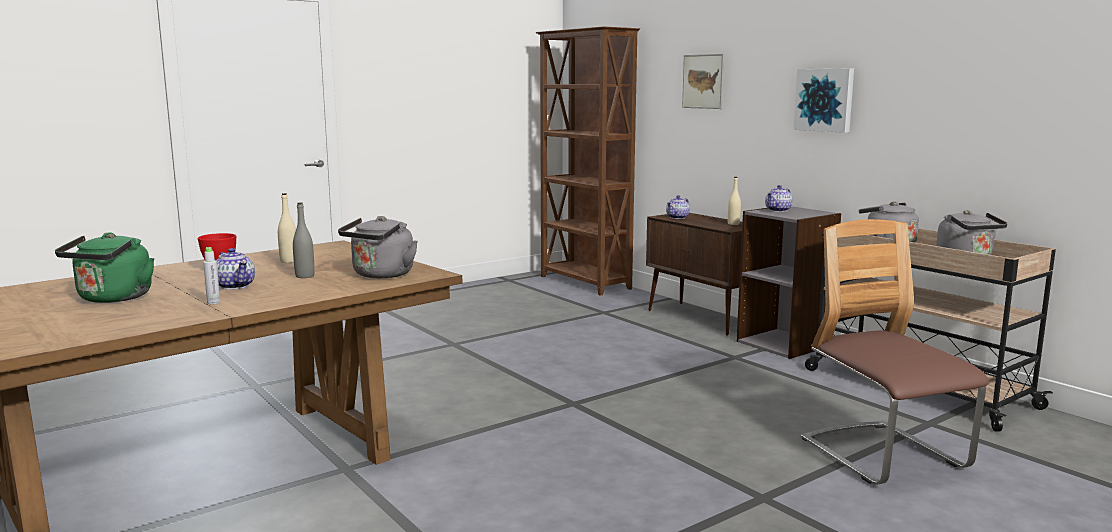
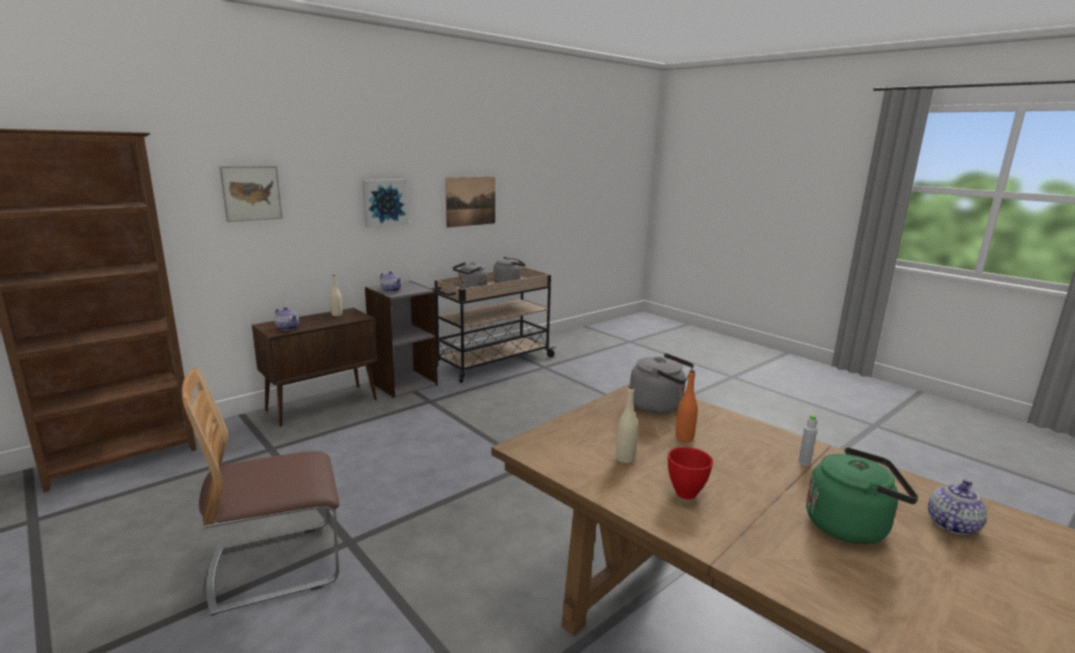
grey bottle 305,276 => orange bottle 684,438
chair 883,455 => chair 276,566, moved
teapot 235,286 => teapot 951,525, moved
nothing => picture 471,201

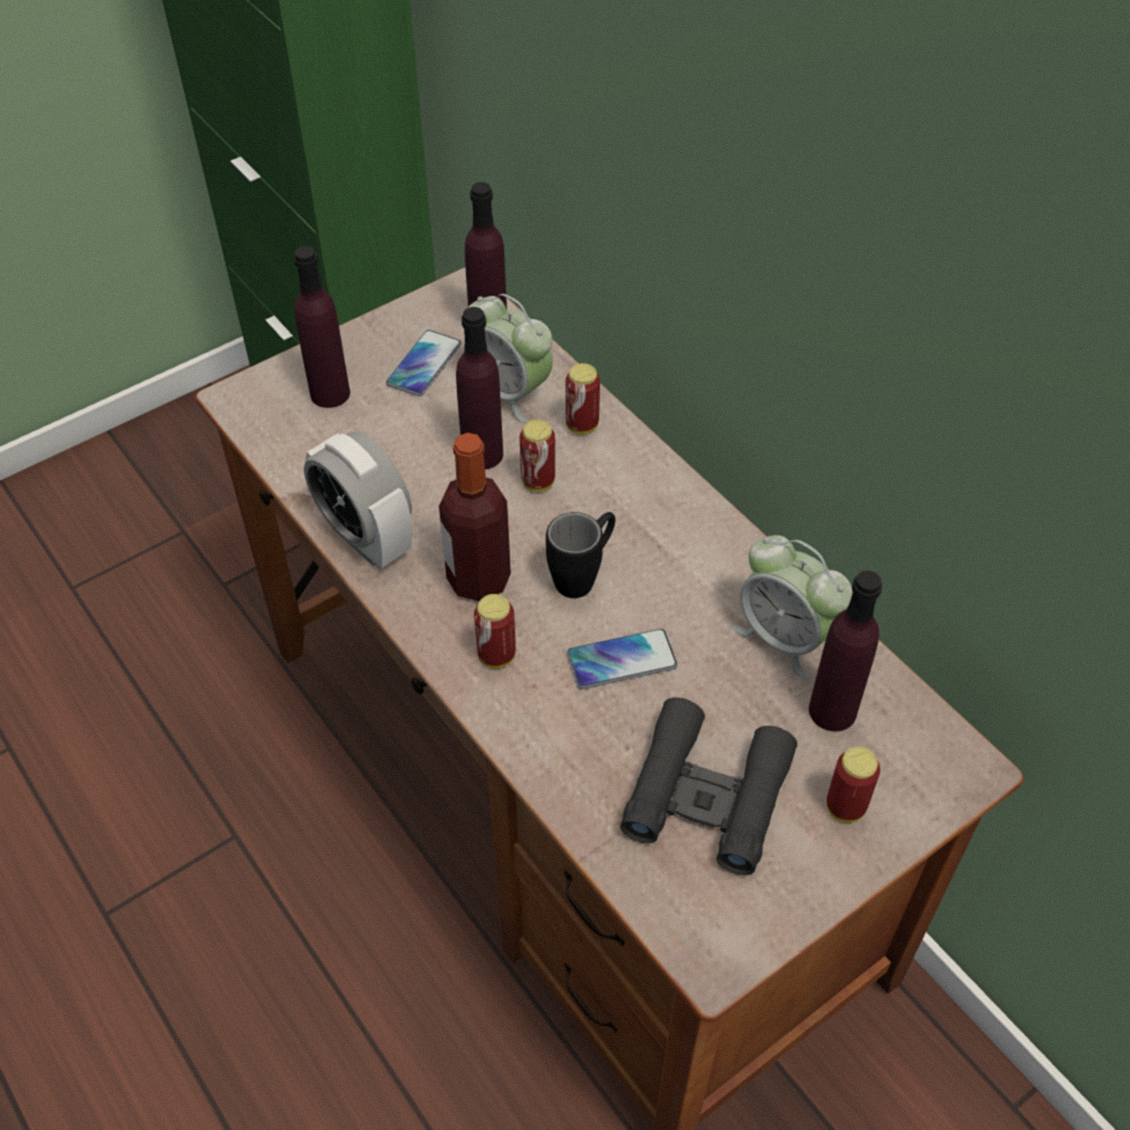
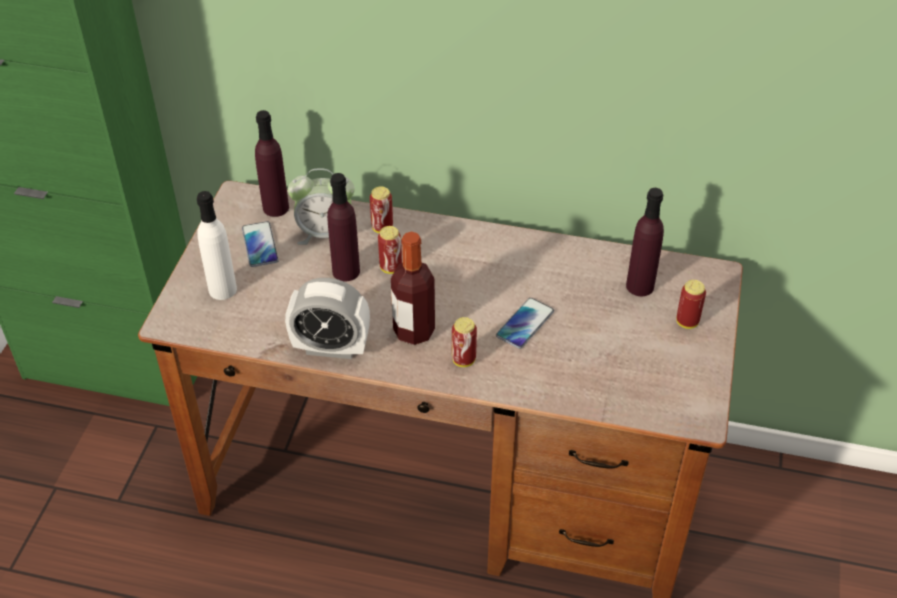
purple bottle 330,393 => white bottle 222,289
black mug 583,575 => nothing
alarm clock 785,638 => nothing
black binoculars 707,795 => nothing

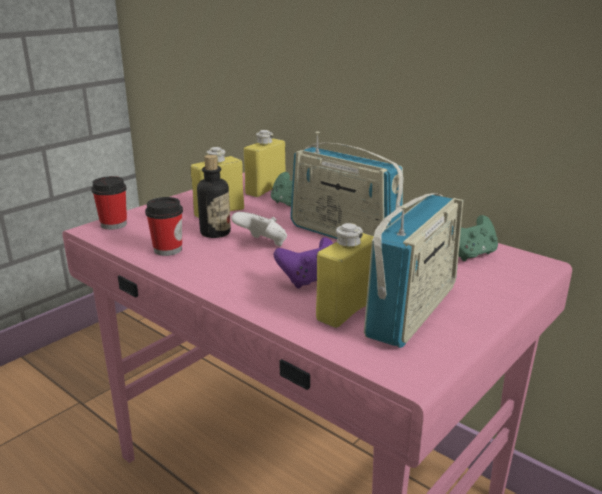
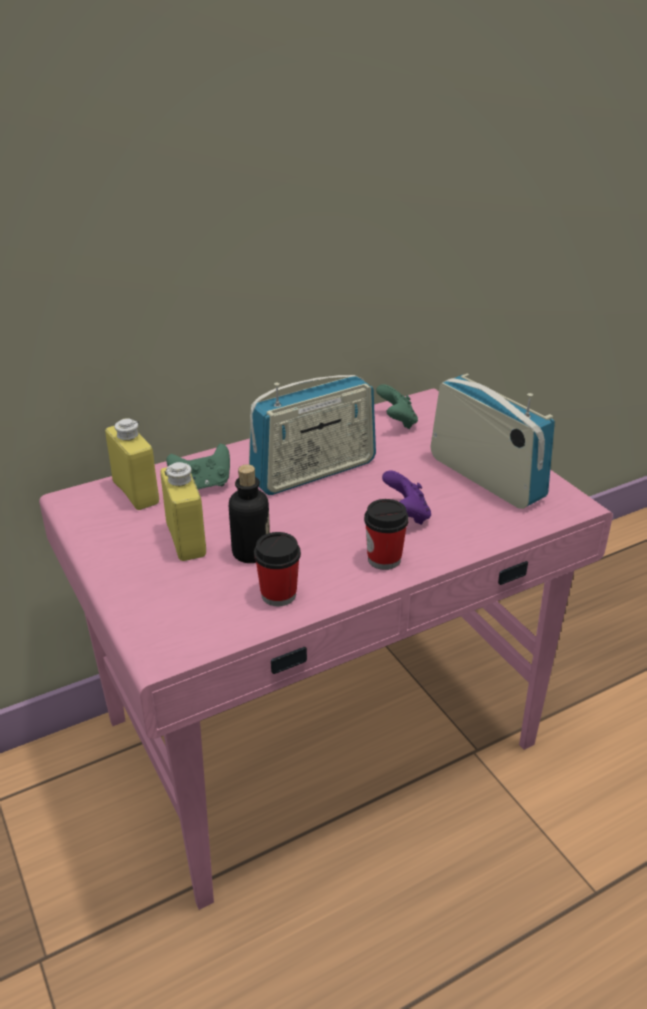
cup 114,224 => cup 384,559, moved
white game controller 262,244 => nothing
yellow bottle 346,310 => nothing

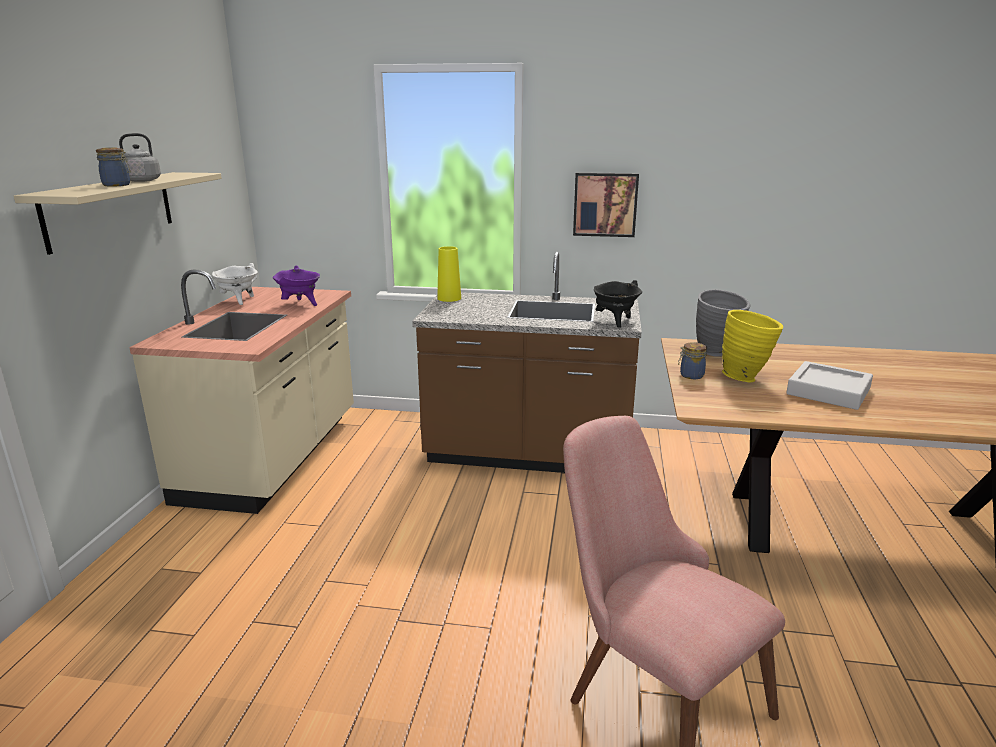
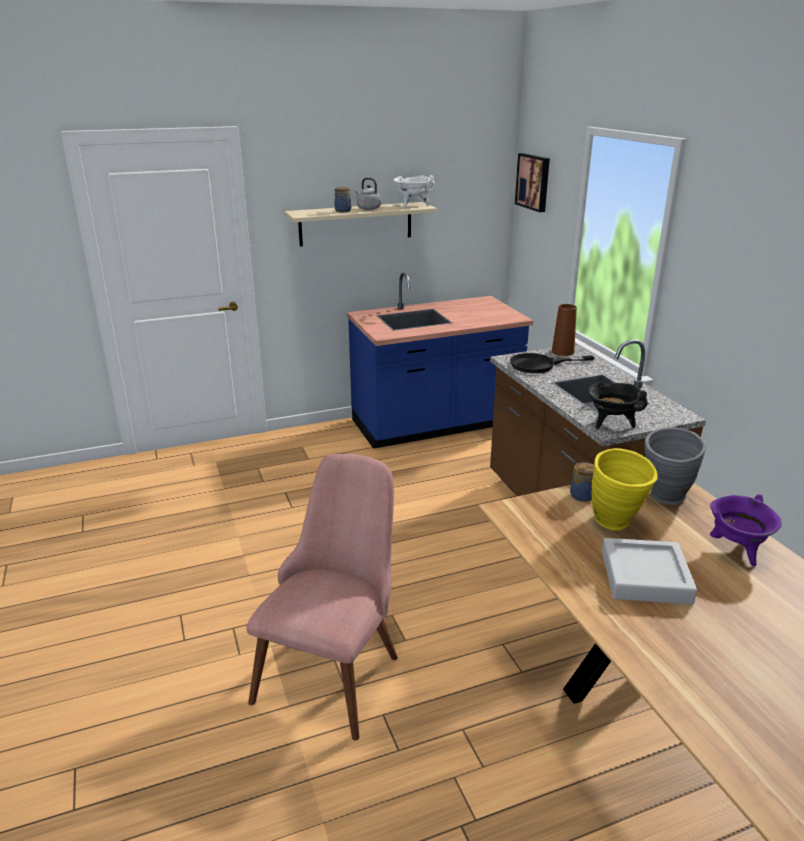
picture 605,204 => picture 534,182, moved
yellow vase 449,298 => brown vase 562,351
white cooking pot 238,301 => white cooking pot 412,205, moved
purple cooking pot 300,304 => purple cooking pot 737,550, moved
beige counter 274,456 => blue counter 436,424
nothing => black frying pan 540,365

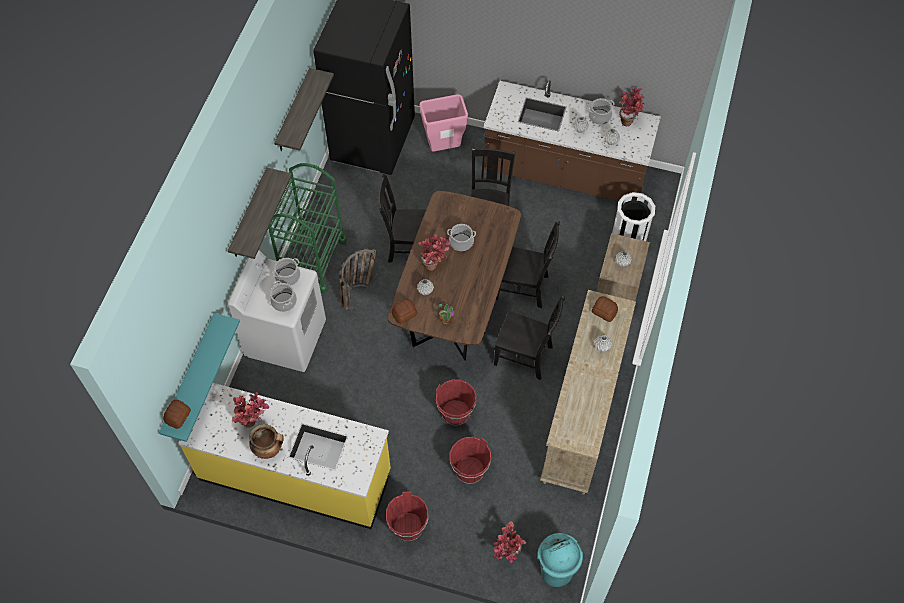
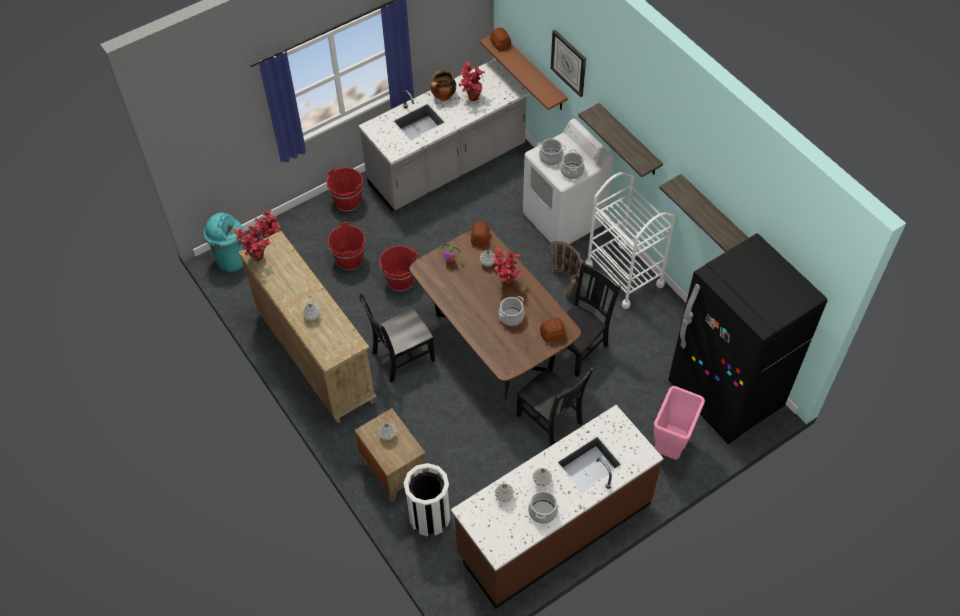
potted plant 628,120 => potted plant 258,260, moved
green cart 312,260 => white cart 624,275
black chair 523,288 => nothing
bread 604,312 => bread 552,334, moved
turquoise shelf 189,377 => brown shelf 532,72
yellow counter 296,474 => grey counter 447,166
nothing => wall clock 569,63

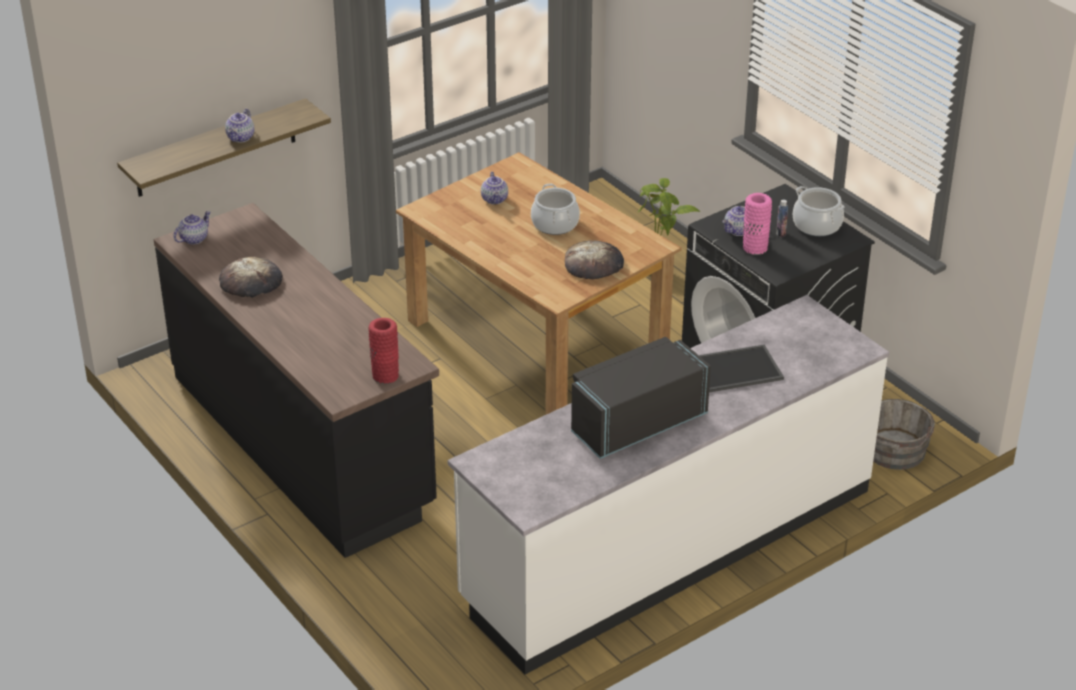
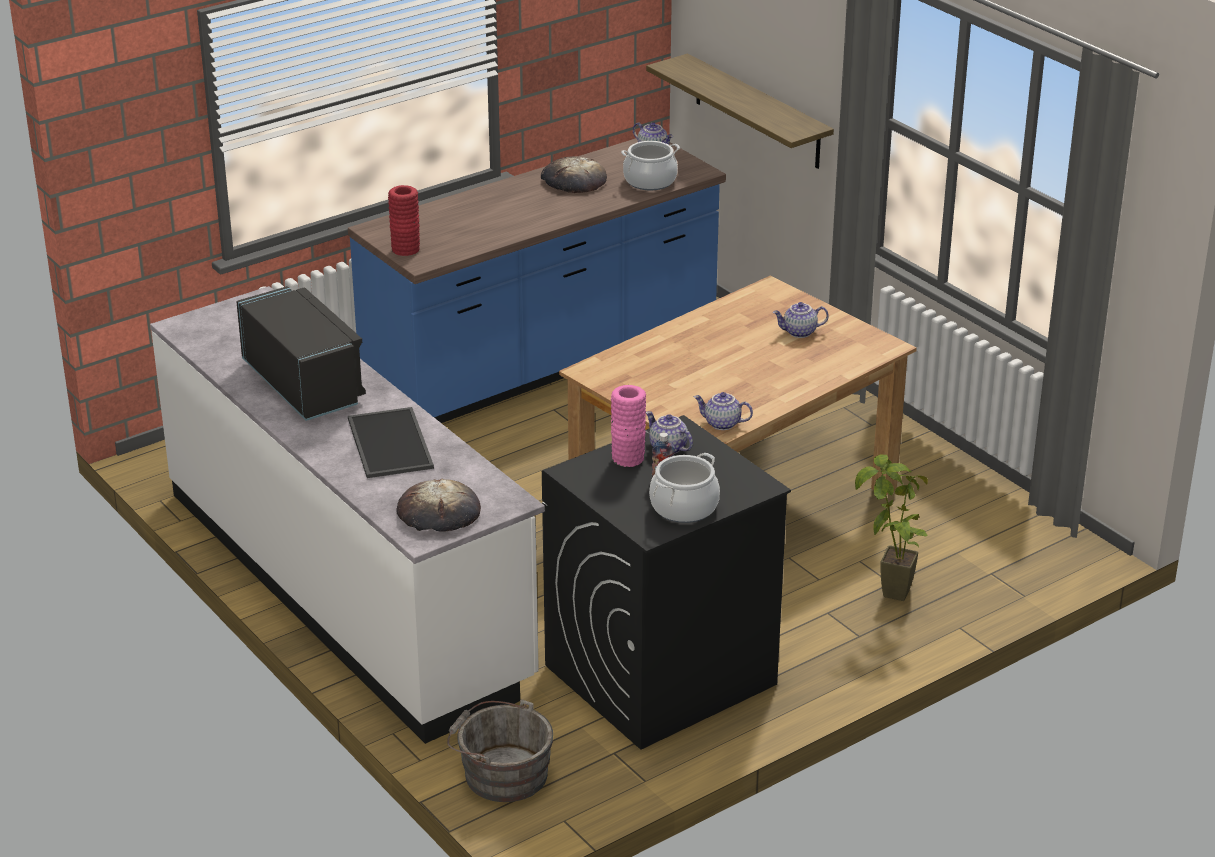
teapot 241,138 => teapot 721,424, moved
cooking pot 554,224 => cooking pot 650,181, moved
black counter 303,441 => blue counter 543,364
bread 594,264 => bread 438,513, moved

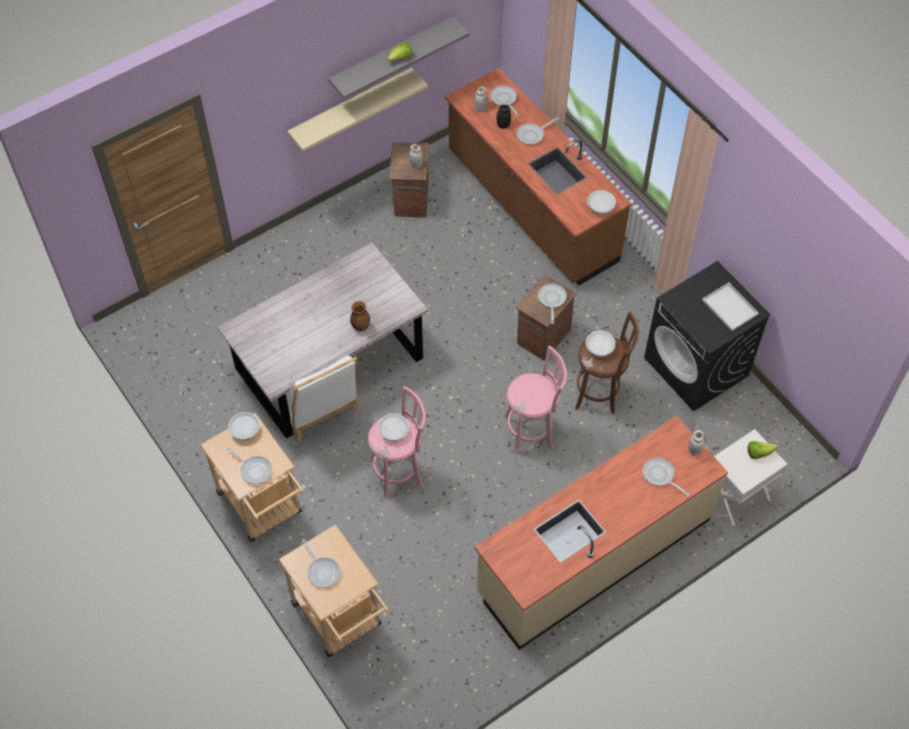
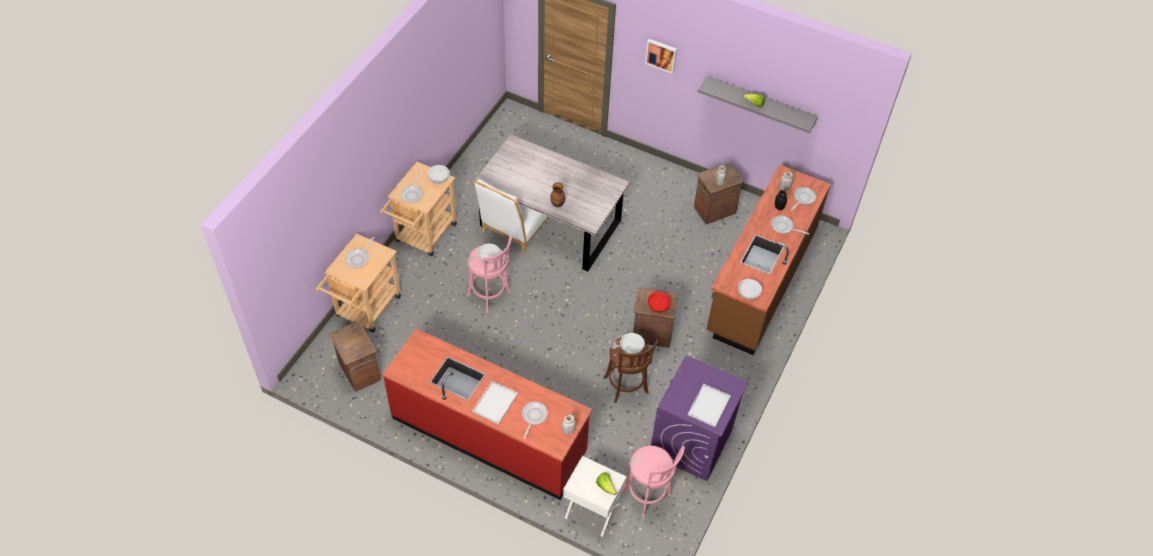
beige shelf 351,107 => nothing
black washing machine 697,367 => purple washing machine 691,442
frying pan 551,300 => red bowl 658,305
pink stool 531,431 => pink stool 648,496, moved
beige counter 593,555 => red counter 489,435
nothing => picture 661,55
nothing => crate 359,372
nothing => white tray 495,403

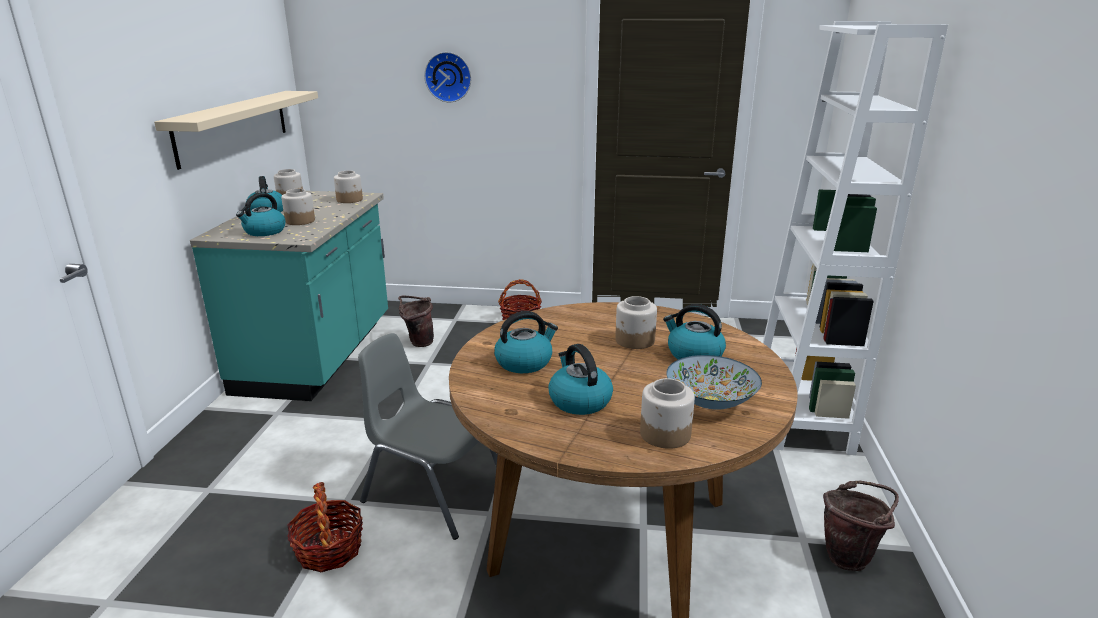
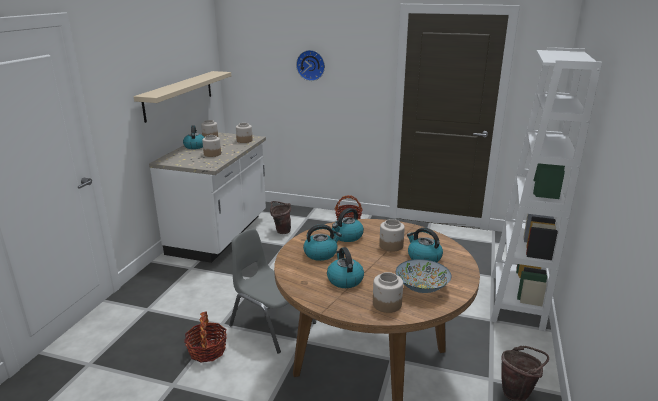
turquoise counter 318,356 => white counter 220,235
kettle 264,232 => kettle 347,236, moved

